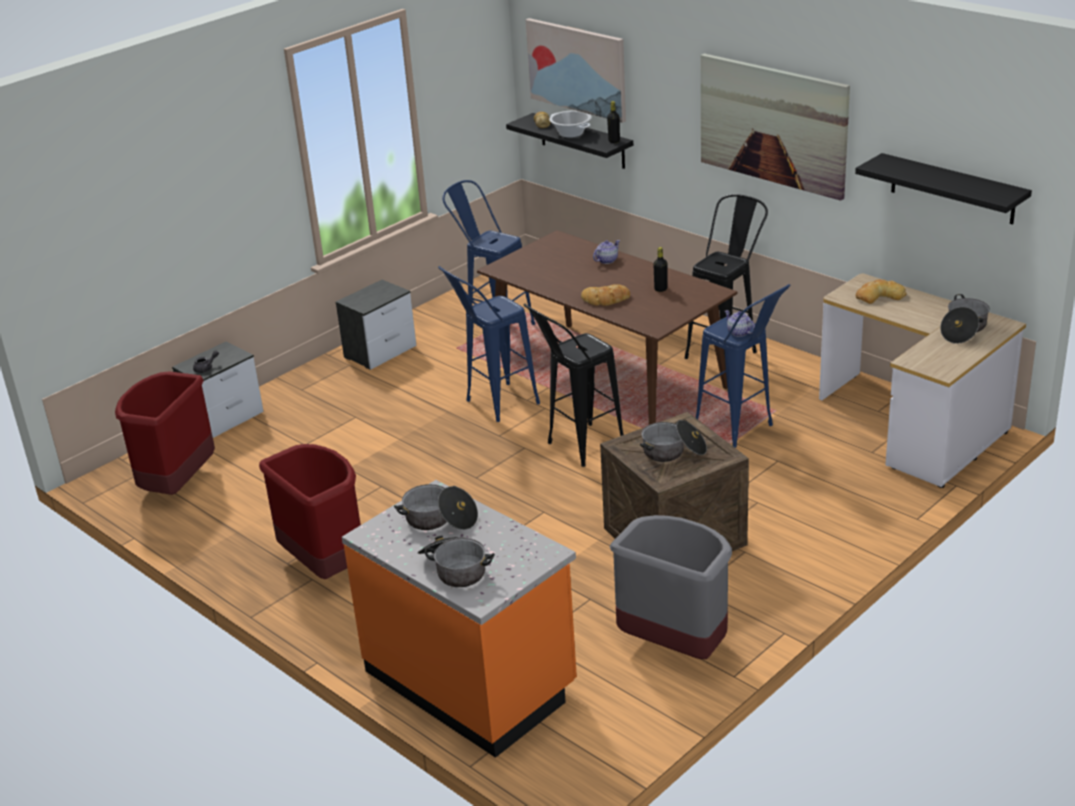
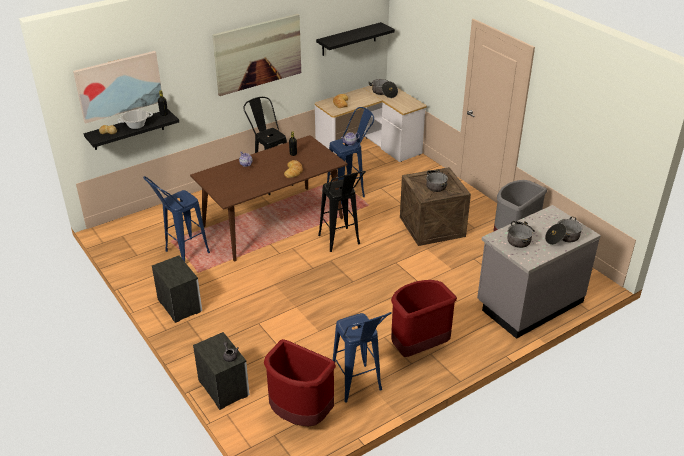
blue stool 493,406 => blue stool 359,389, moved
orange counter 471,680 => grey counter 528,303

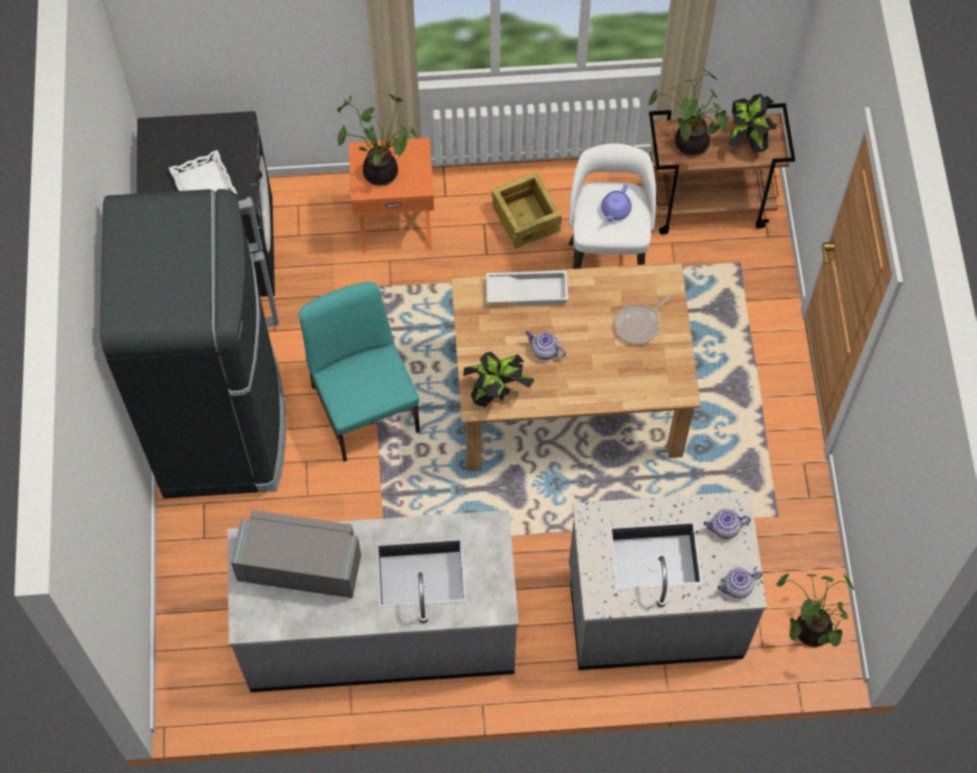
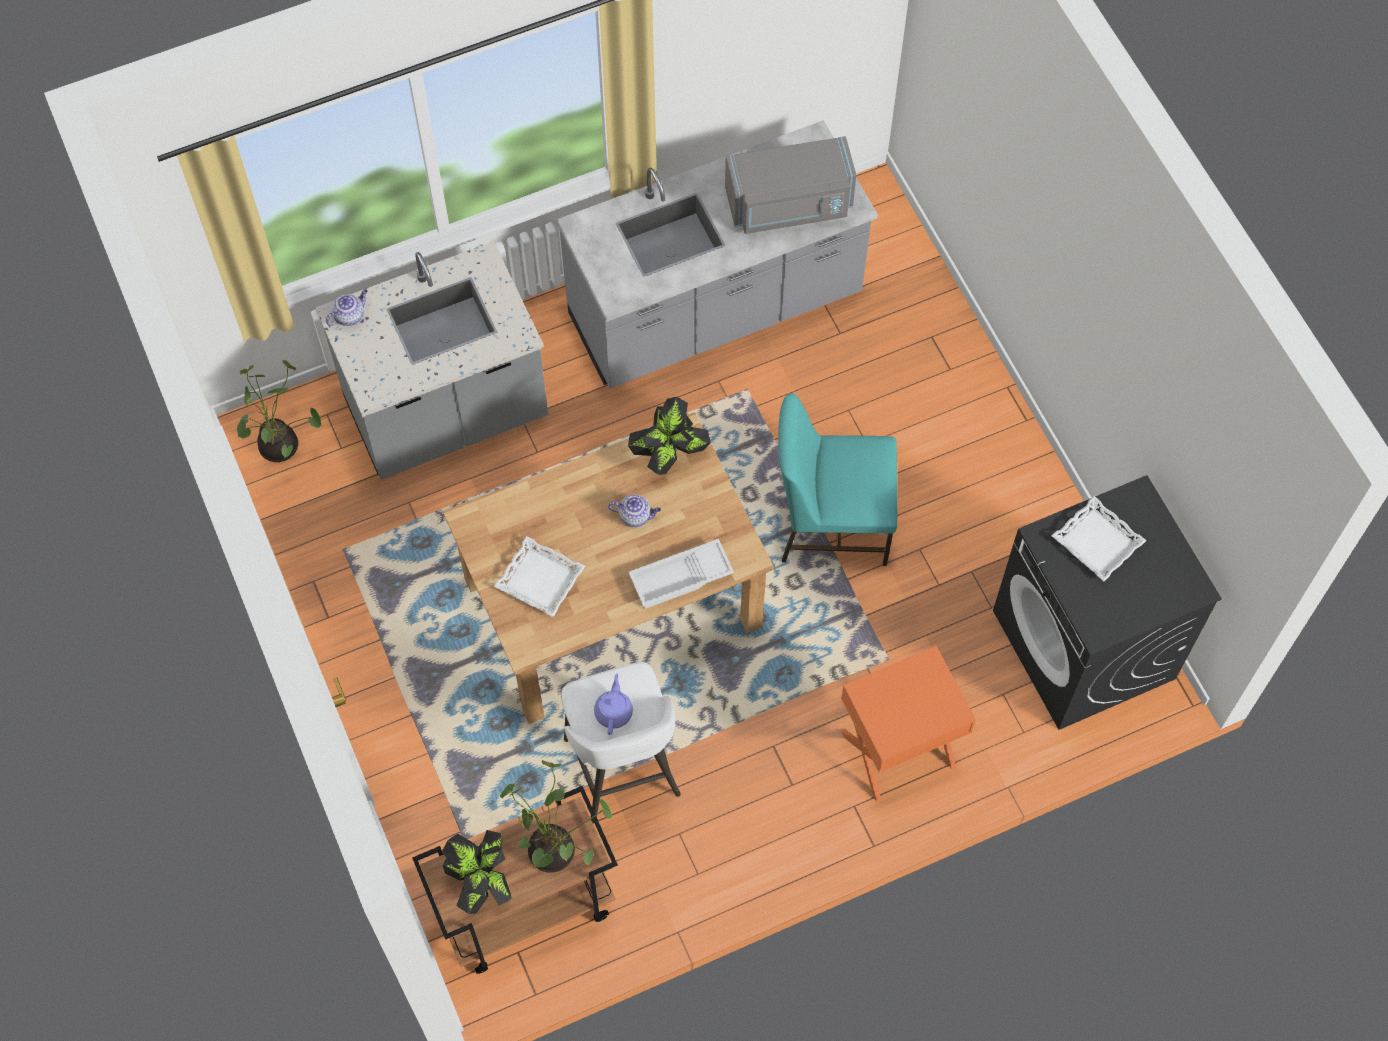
potted plant 381,169 => nothing
crate 526,218 => nothing
black fridge 222,425 => nothing
turquoise chair 365,406 => turquoise chair 831,520, 135 degrees clockwise
frying pan 639,325 => white tray 539,580
teapot 724,528 => nothing

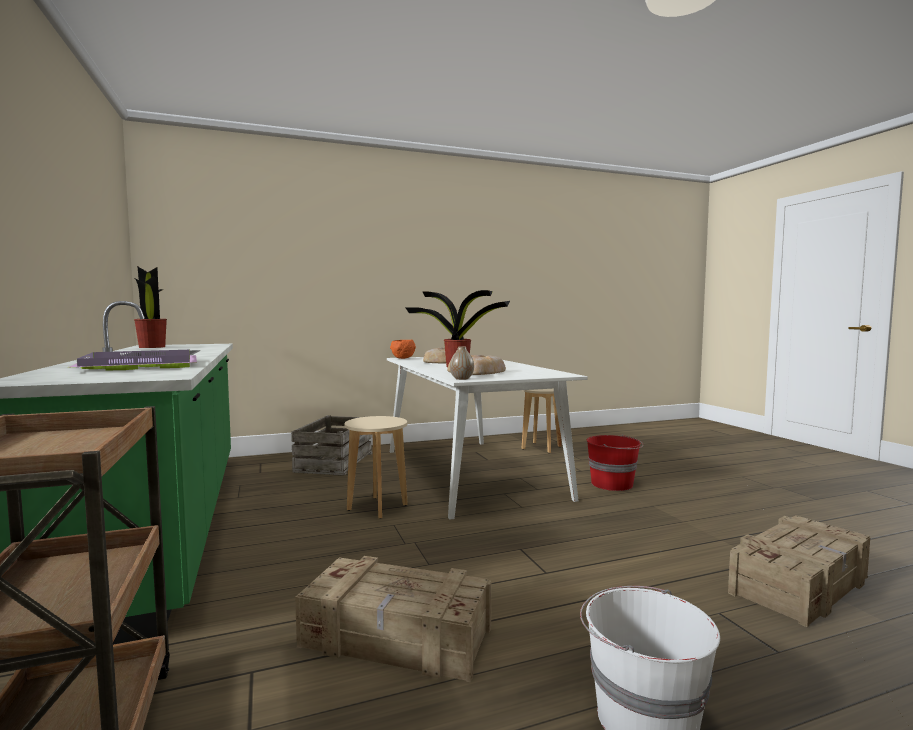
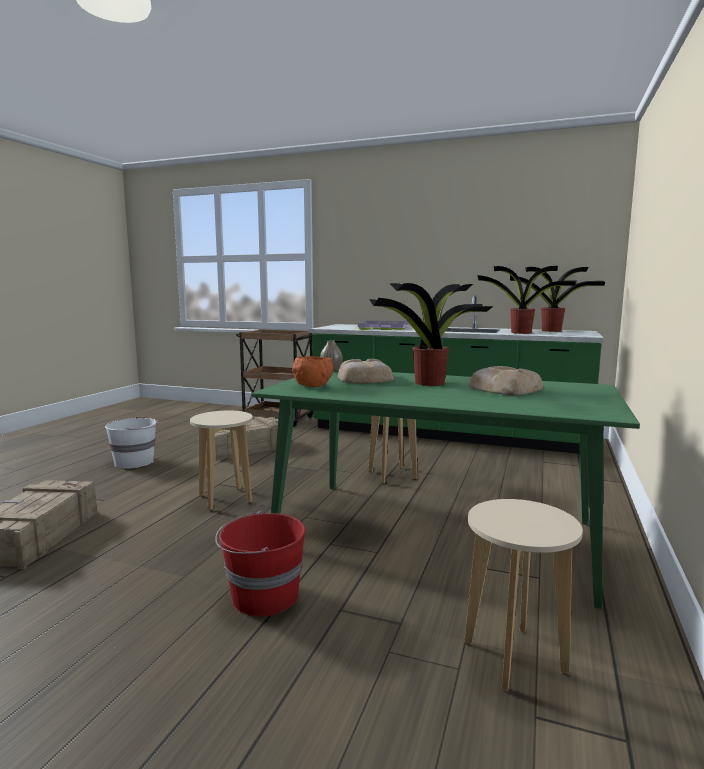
orange bowl 403,358 => orange bowl 313,386, moved
white dining table 468,472 => green dining table 436,533
crate 334,462 => nothing
nothing => potted plant 522,332
nothing => beige stool 225,499

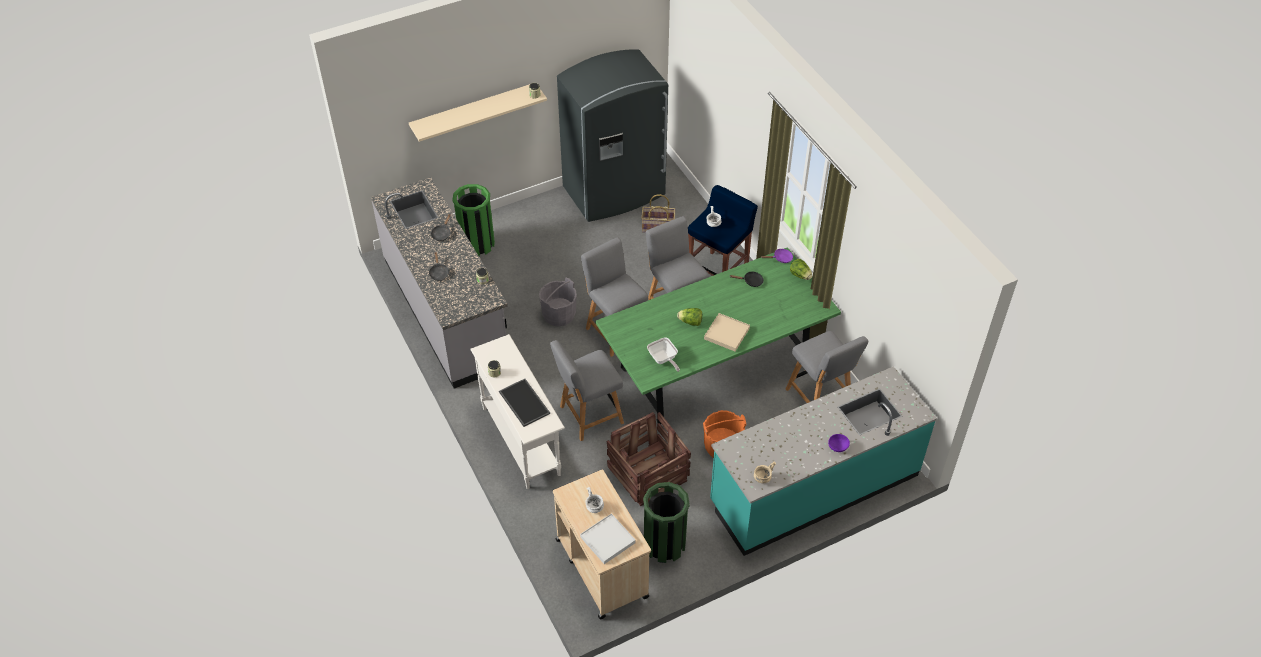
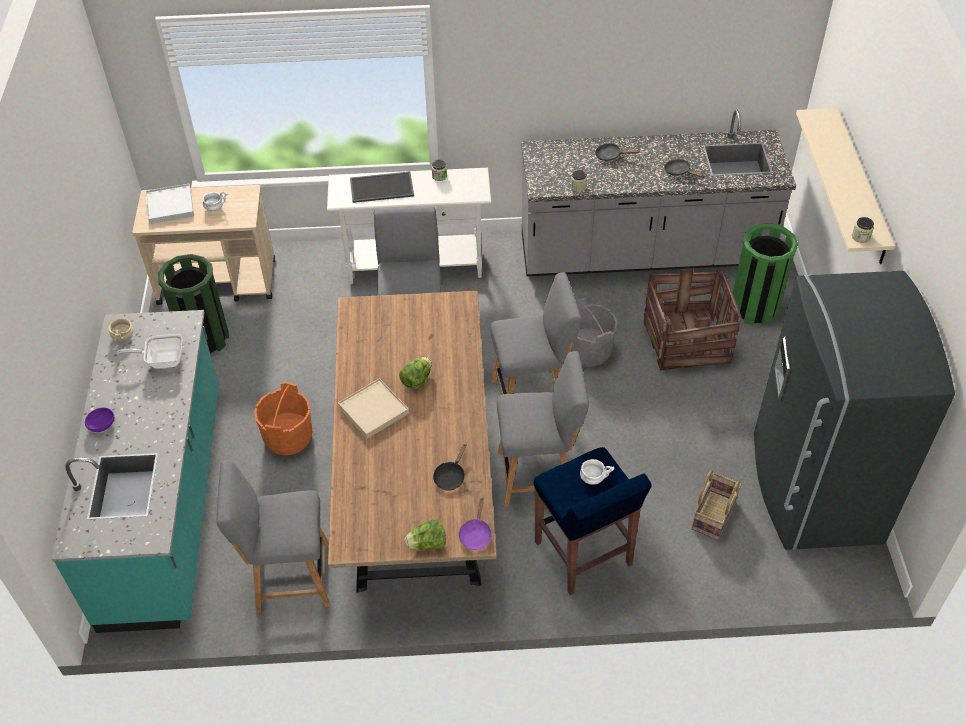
green dining table 714,365 => brown dining table 416,480
frying pan 663,360 => frying pan 162,360, moved
crate 649,473 => crate 686,341, moved

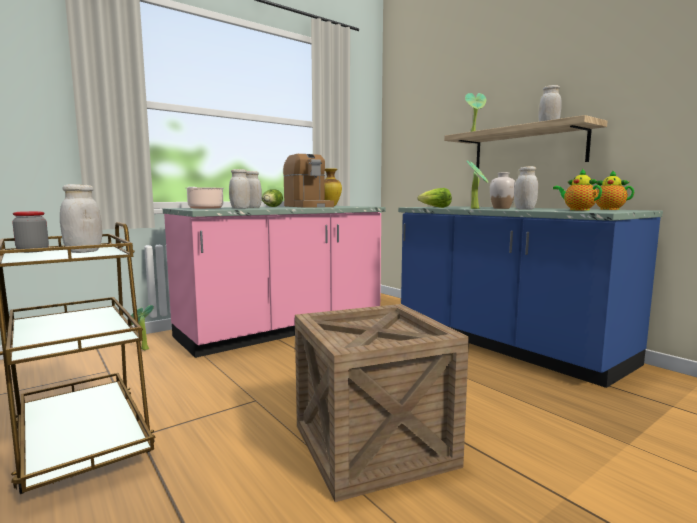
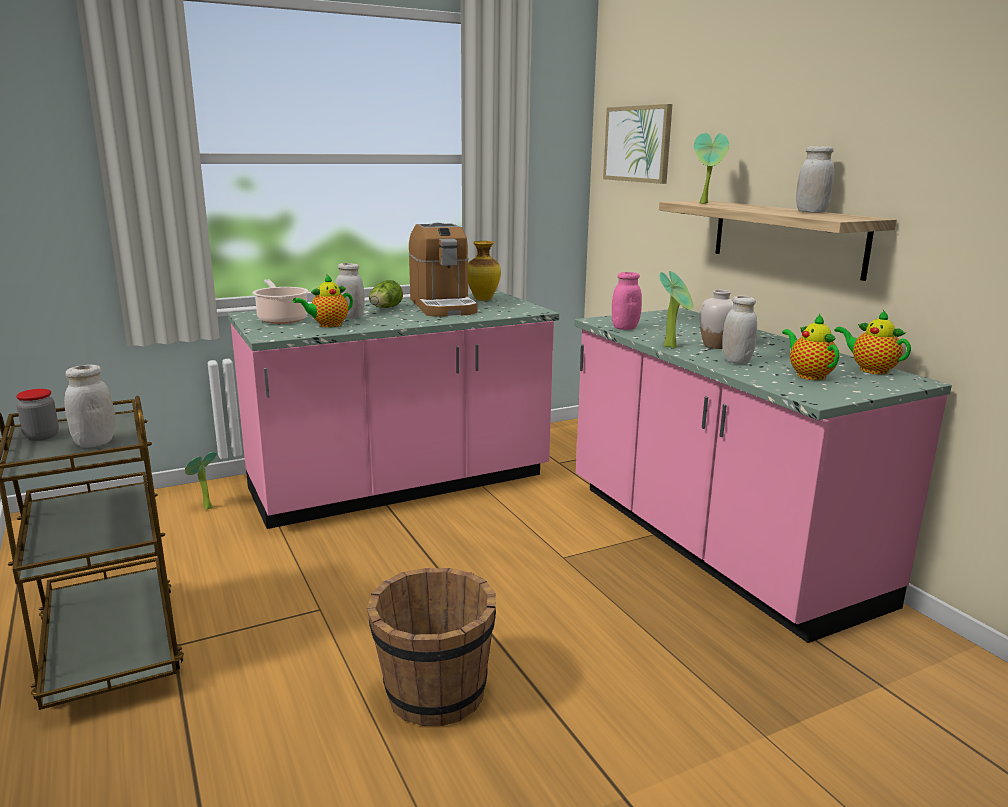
white jar 240,208 => teapot 328,325
lettuce 435,207 => pink jar 625,328
blue counter 504,343 => pink counter 713,543
crate 373,445 => brown bucket 434,694
nothing => picture 637,144

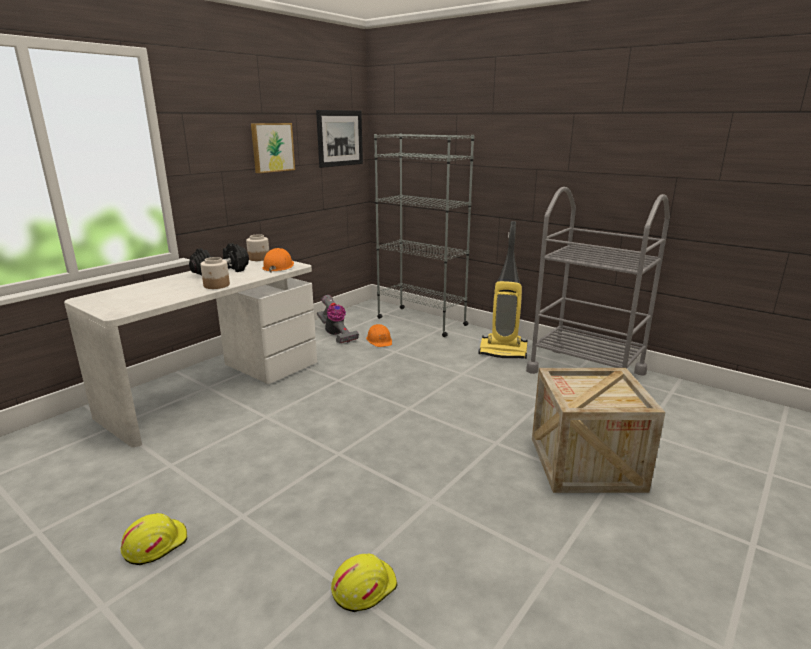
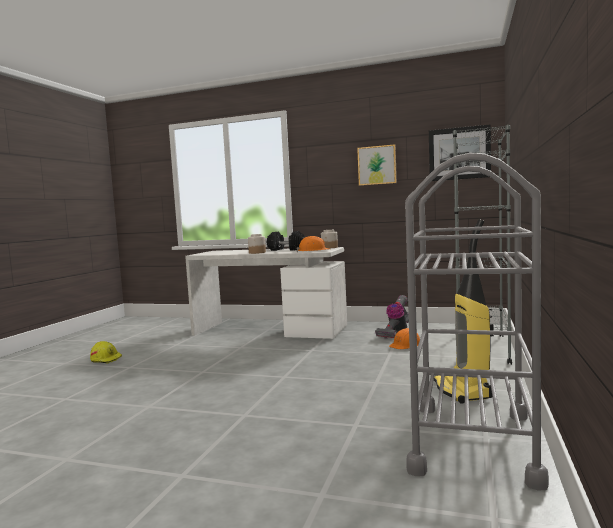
crate 586,463 => nothing
yellow hard hat 363,587 => nothing

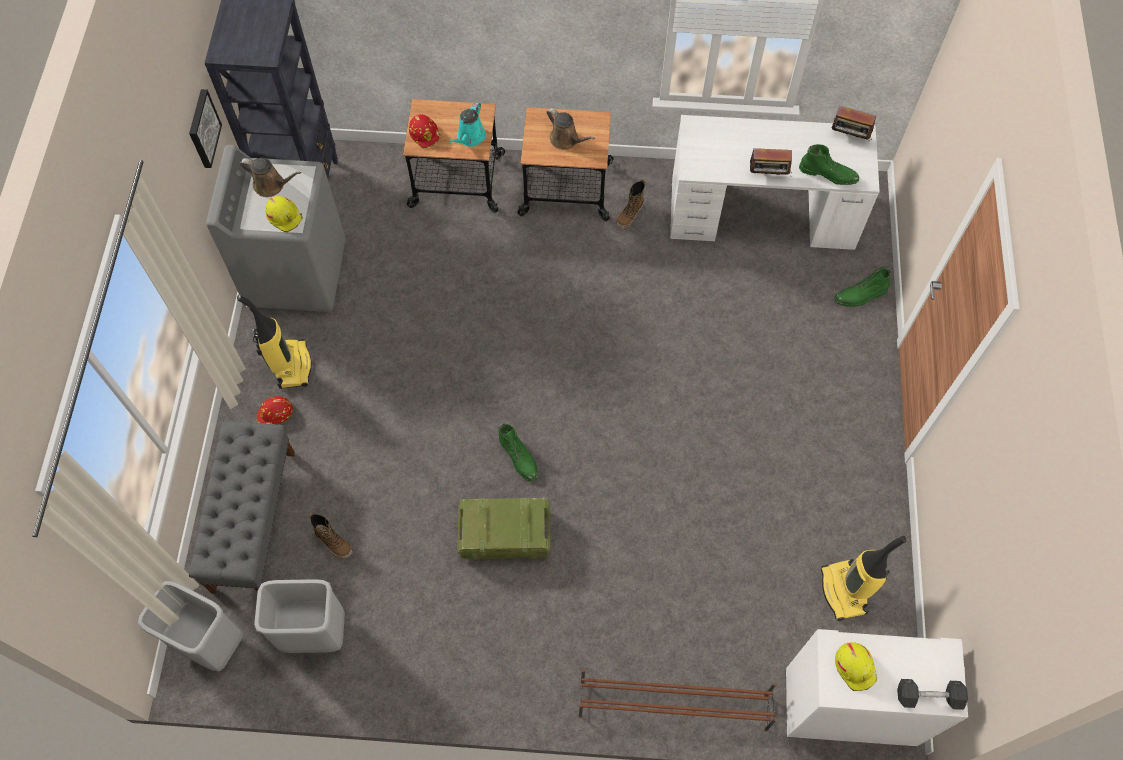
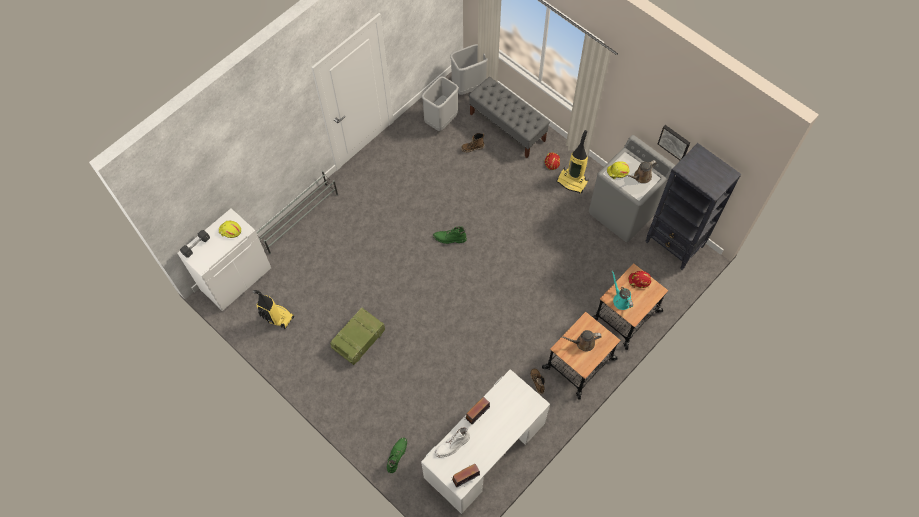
green boot 828,173 => white boot 452,445
crate 503,534 => crate 359,339, moved
brown shoe rack 672,705 => grey shoe rack 299,218

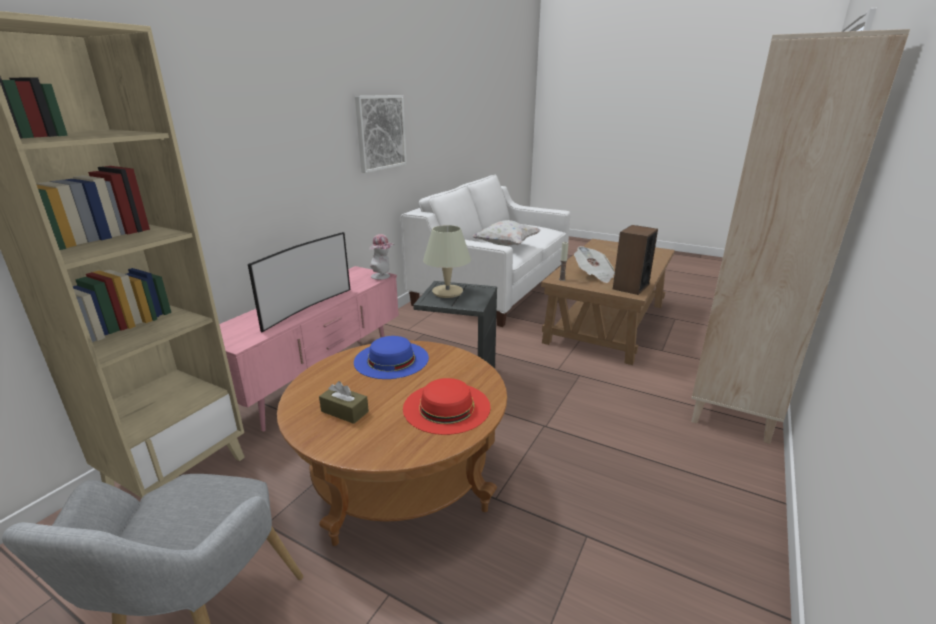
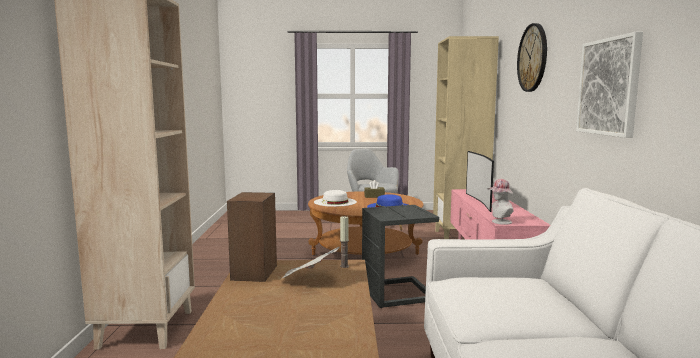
white pillow 506,245 => nothing
beige table lamp 447,292 => nothing
red hat 446,407 => white hat 335,202
nothing => wall clock 532,58

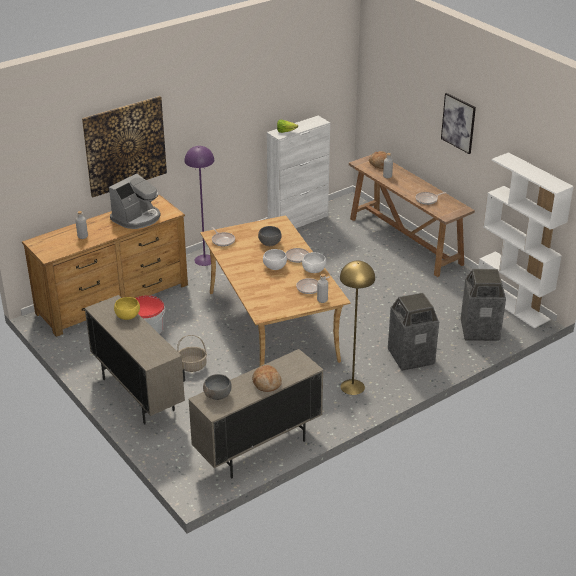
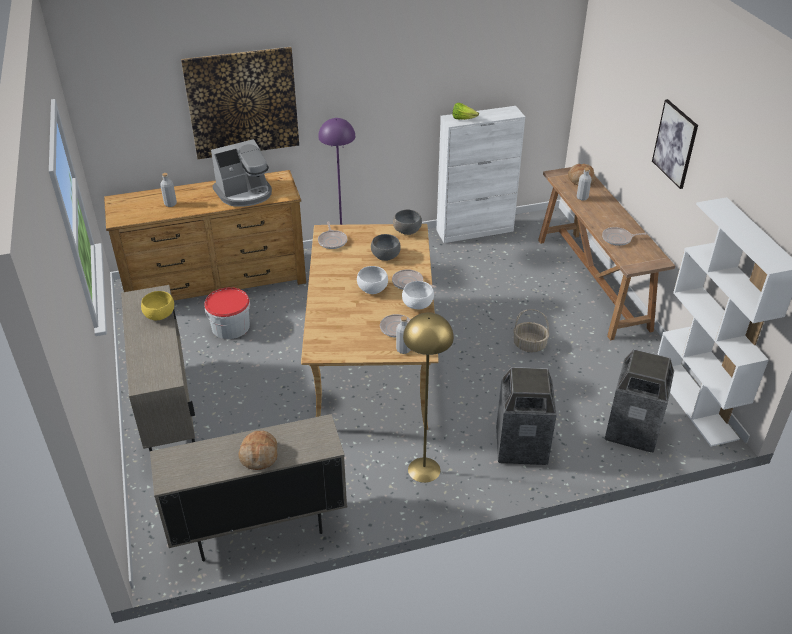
basket 192,366 => basket 529,345, moved
grey bowl 217,395 => grey bowl 407,230, moved

